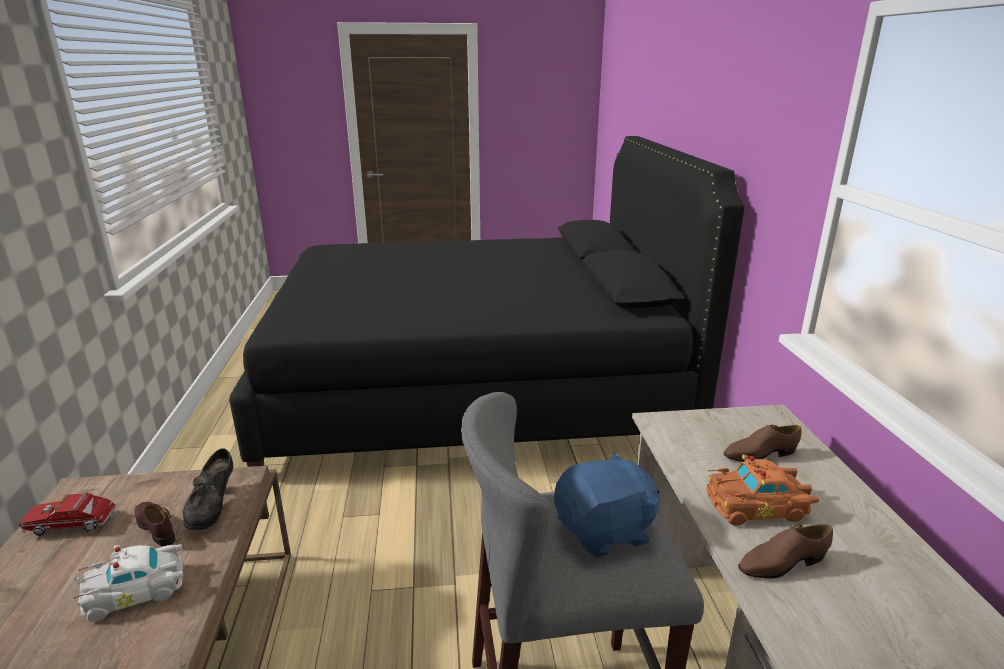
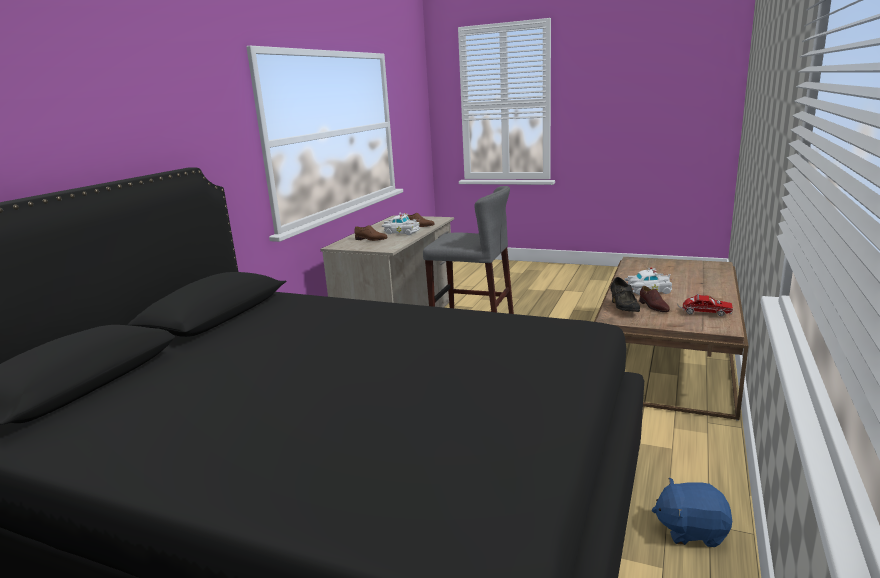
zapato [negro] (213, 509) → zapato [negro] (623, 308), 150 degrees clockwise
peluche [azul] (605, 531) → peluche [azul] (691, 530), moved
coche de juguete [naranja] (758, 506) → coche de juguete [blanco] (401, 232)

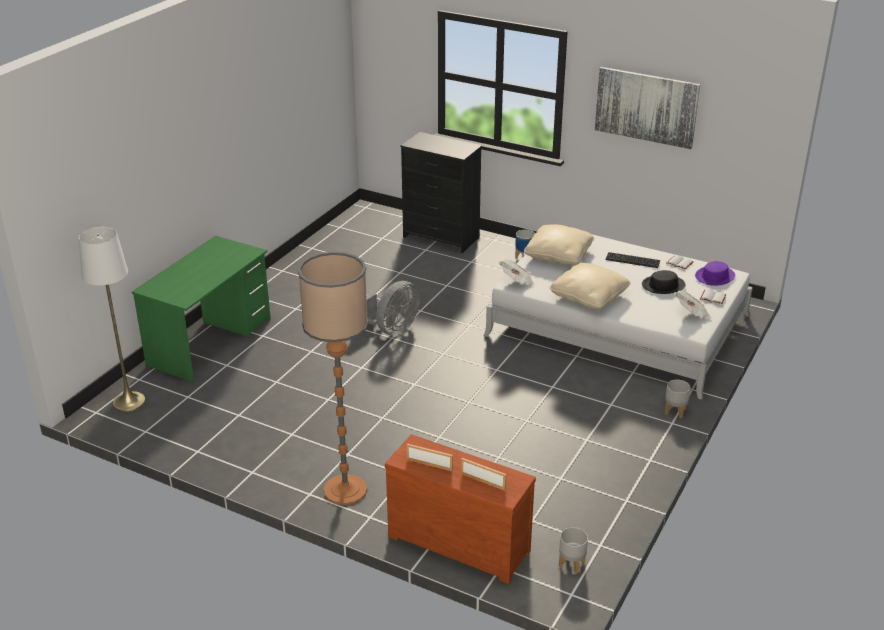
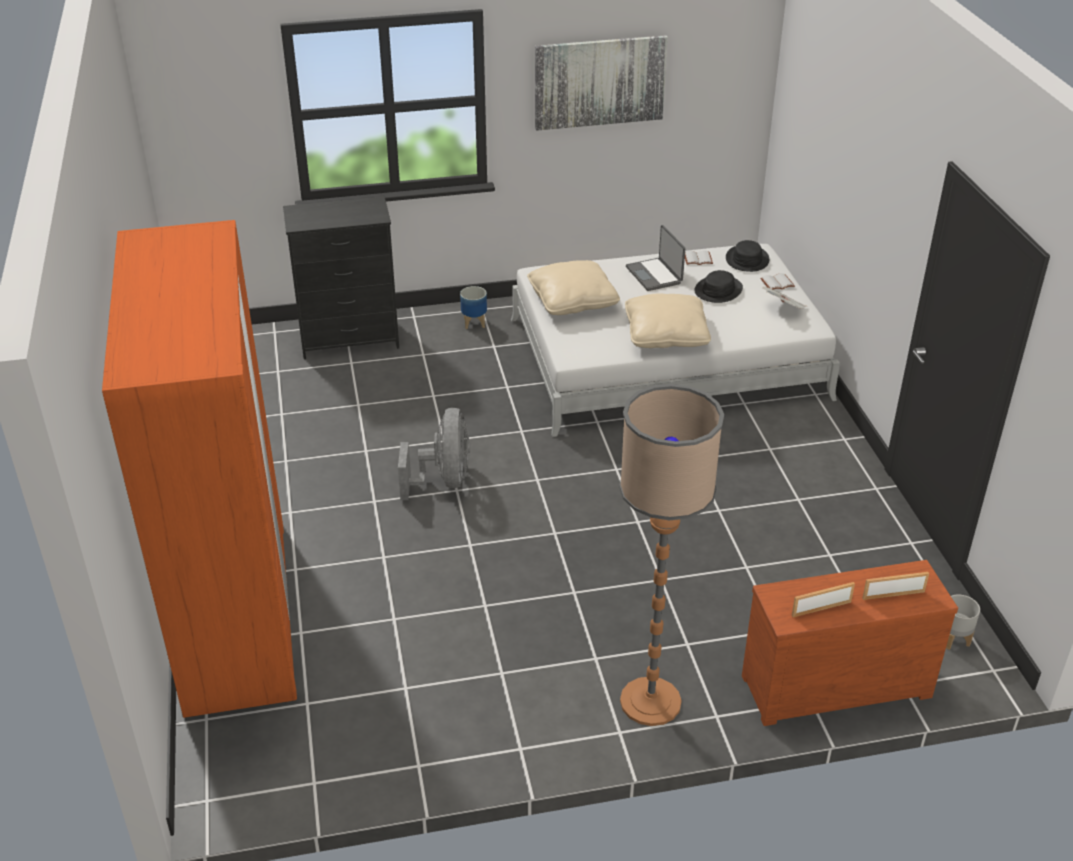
lámpara de pie [blanco] (129, 402) → -
escritorio [verde] (210, 342) → armario ropero [naranja] (237, 614)
teclado (633, 260) → portátil (655, 275)
periódico (516, 281) → -
sombrero [morado] (714, 276) → sombrero [negro] (747, 259)
maceta [gris] (675, 411) → -

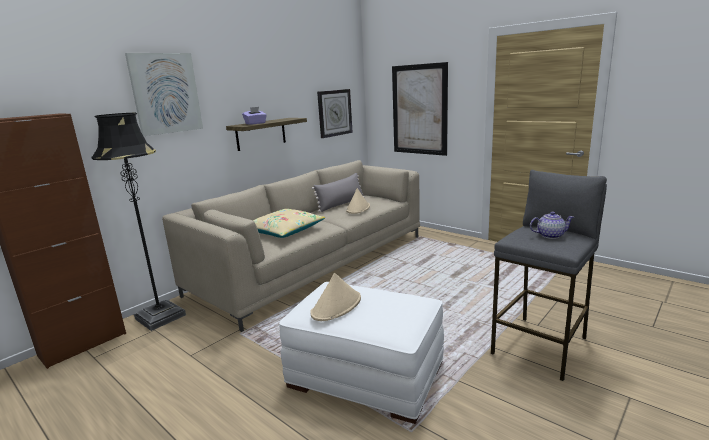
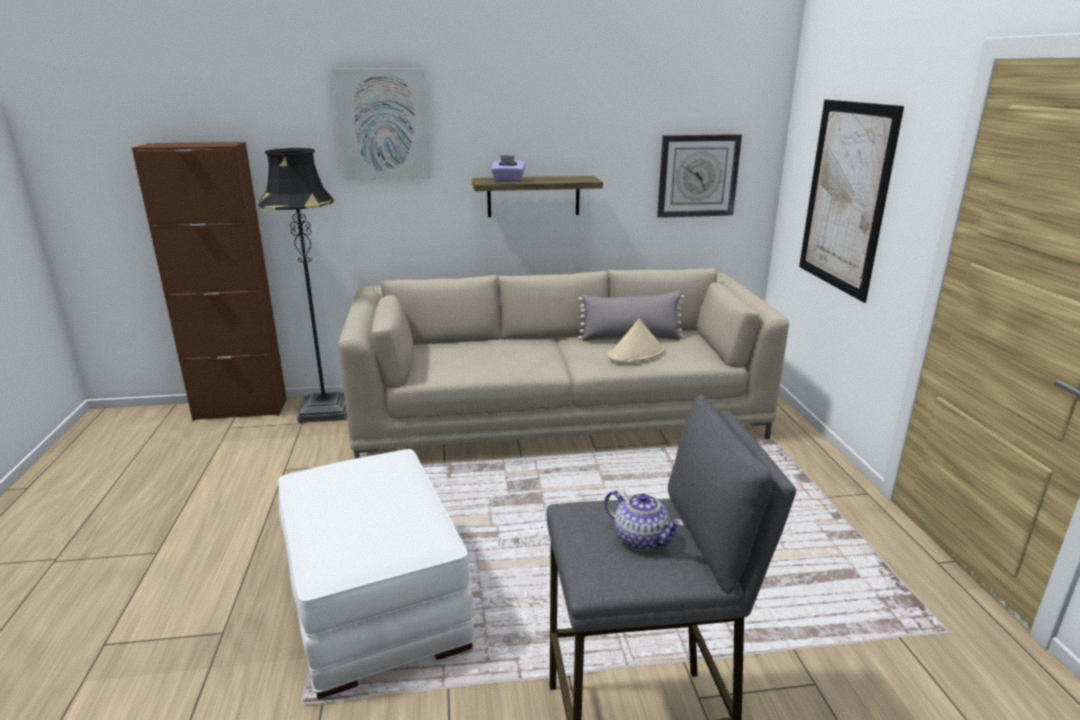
cojín [beis] (285, 231) → -
sombrero [beis] (336, 306) → -

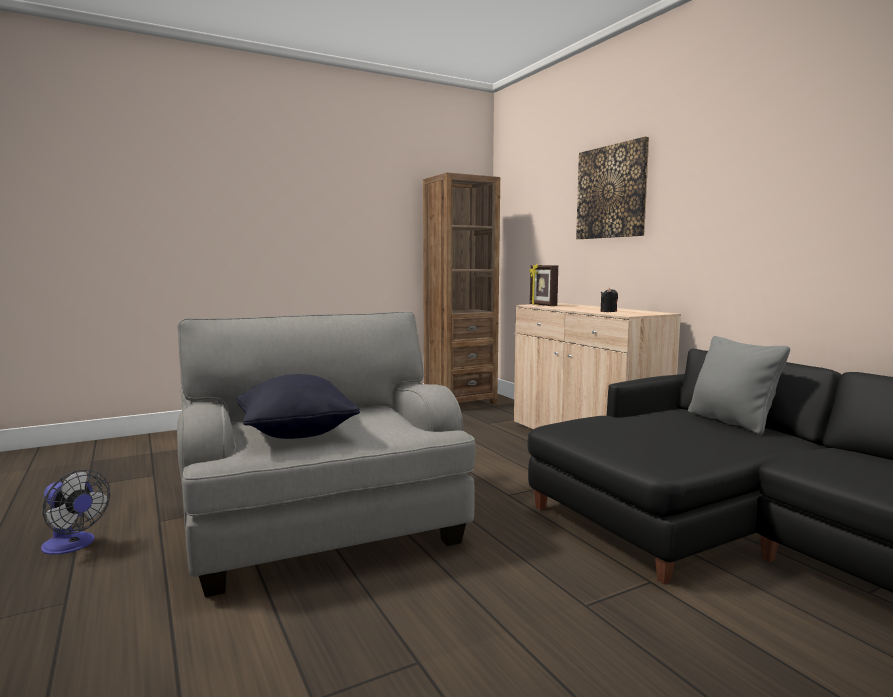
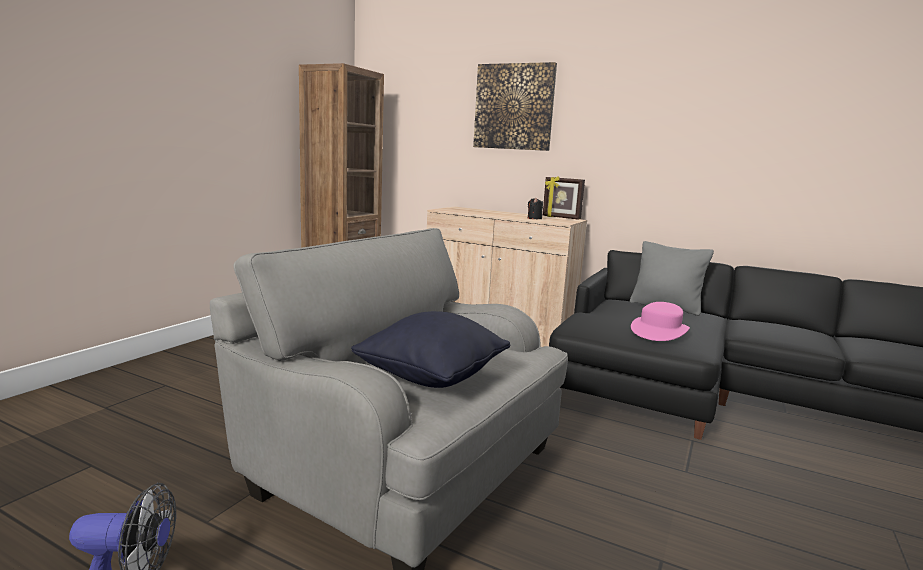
portarretratos (542, 305) → portarretratos (561, 218), moved
- → sombrero [rosa] (659, 331)

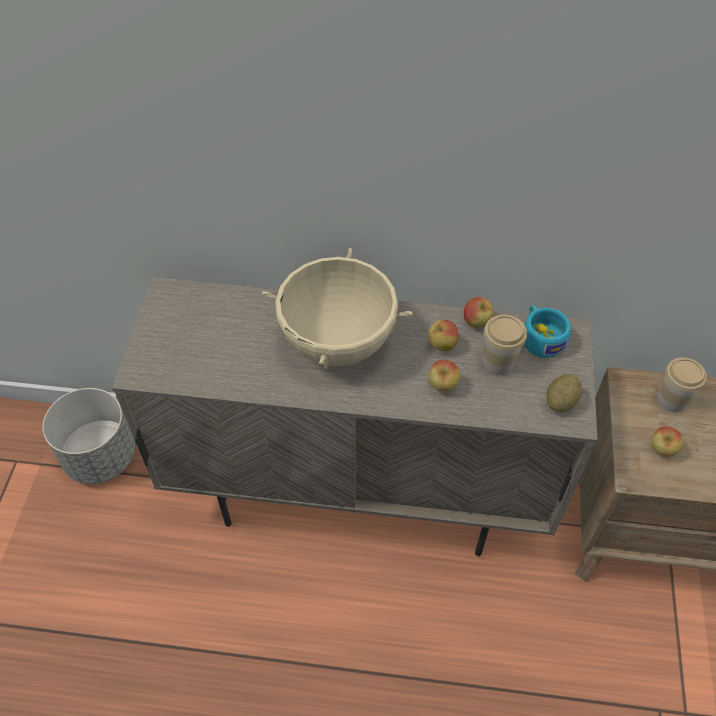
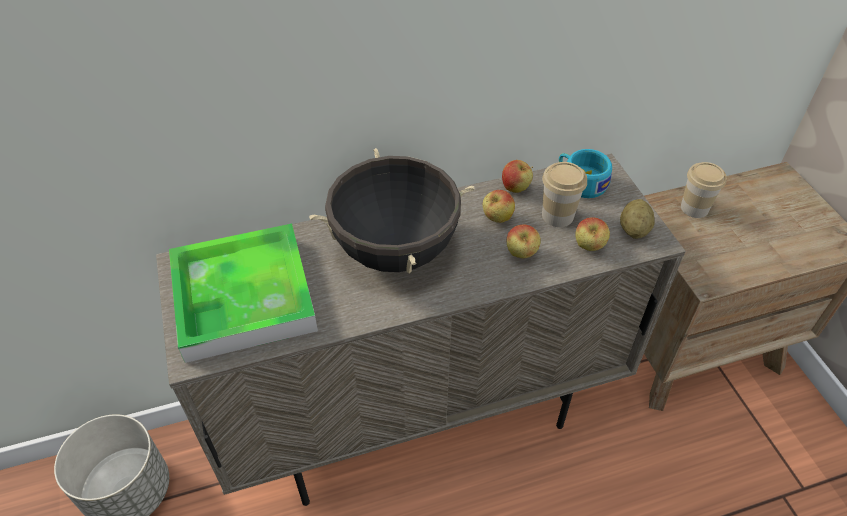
olla [beis] (337, 343) → olla [negro] (395, 251)
manzana (662, 450) → manzana (589, 247), moved
- → bandeja (243, 296)

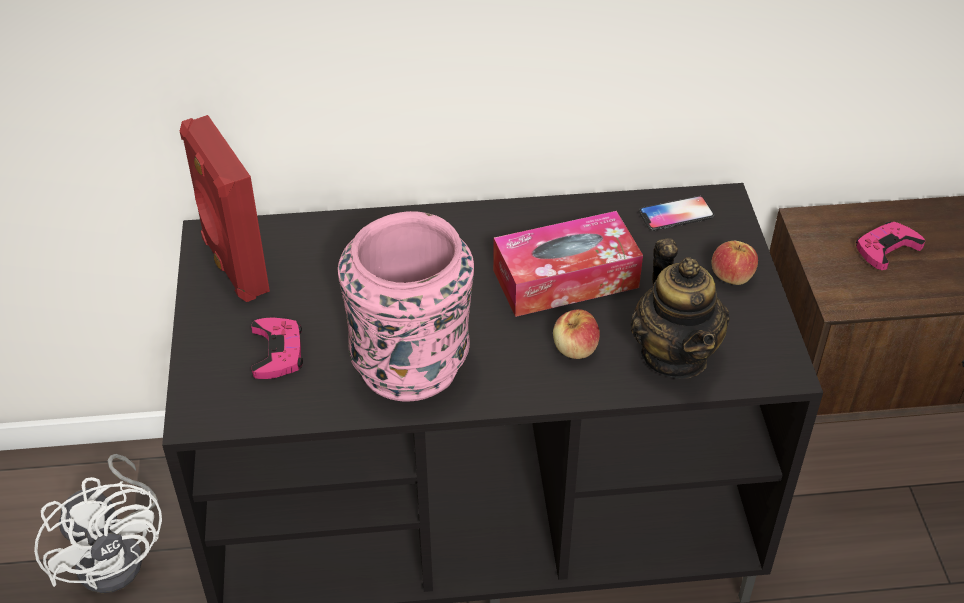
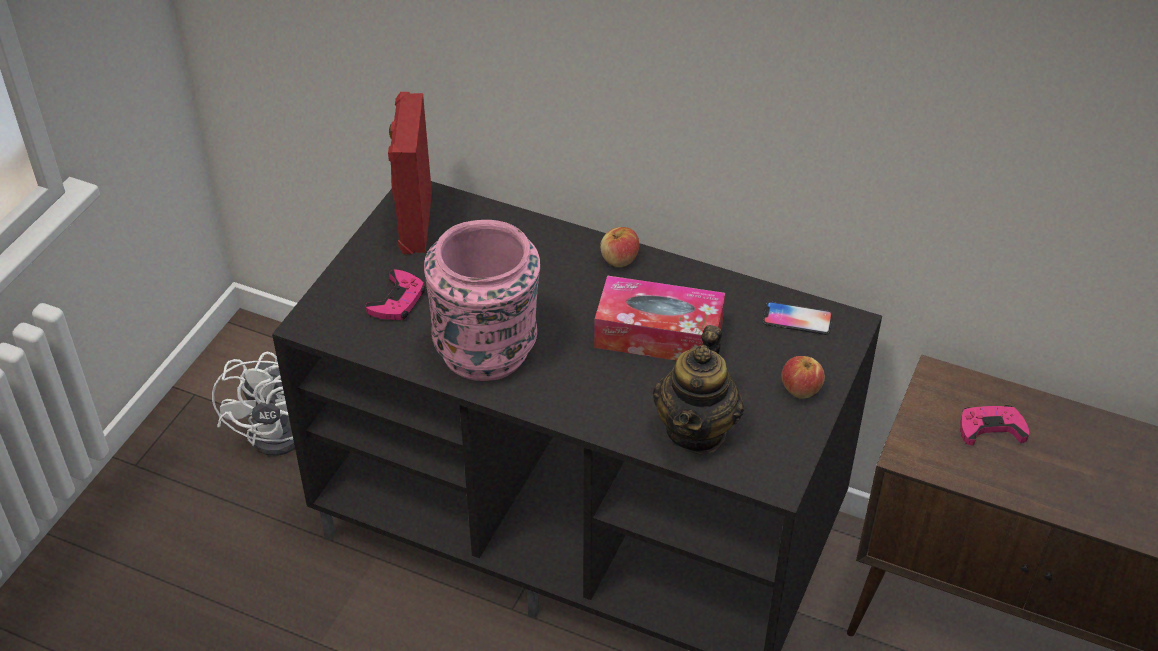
manzana (575, 348) → manzana (619, 259), moved

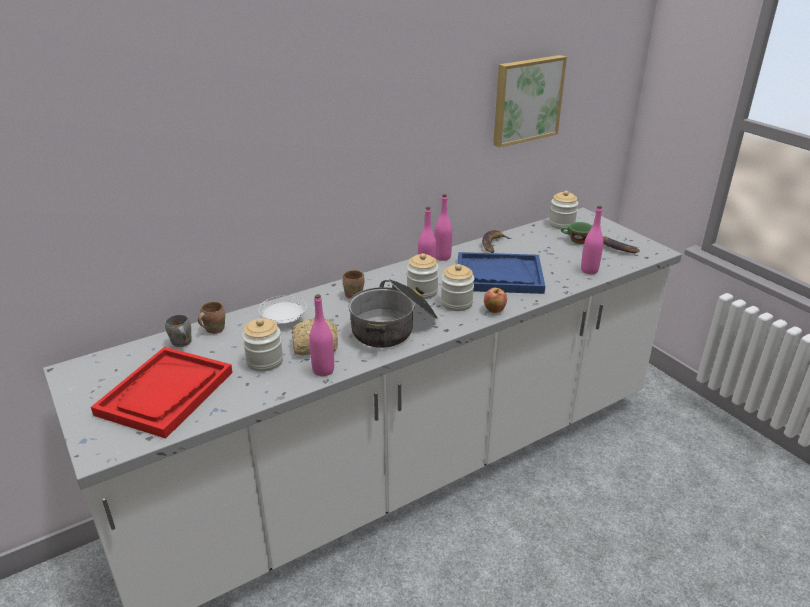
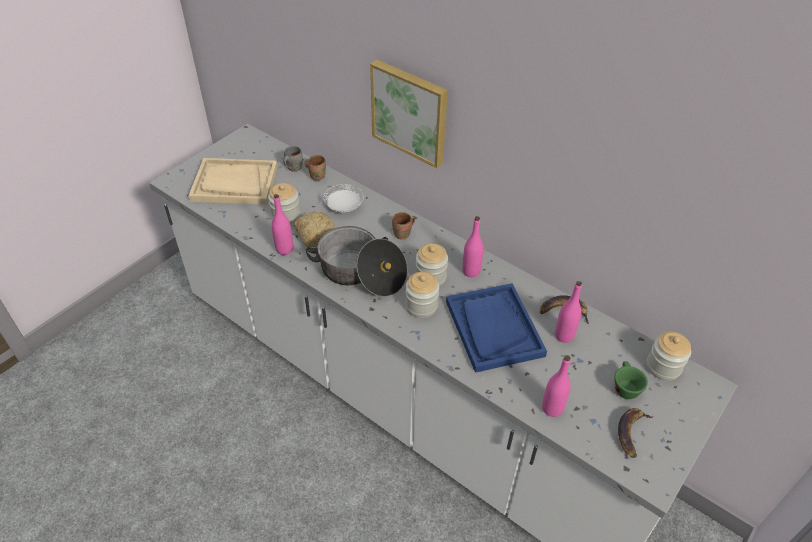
cuadro (526, 100) → cuadro (410, 112), moved
botella [rosa] (442, 257) → botella [rosa] (564, 335), moved
manzana (494, 310) → -
bandeja [rojo] (165, 393) → bandeja [beis] (234, 183)

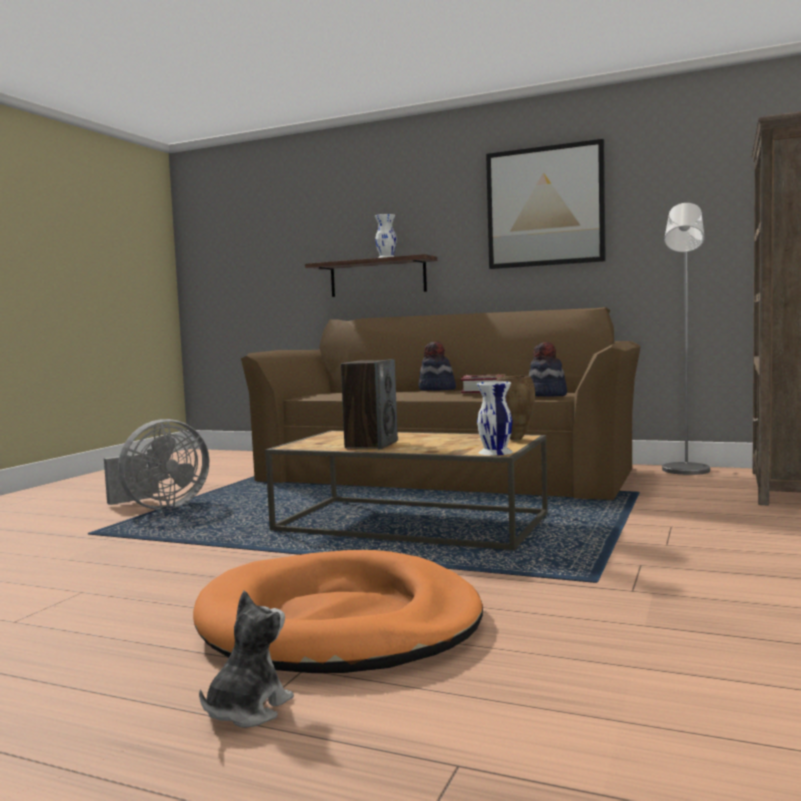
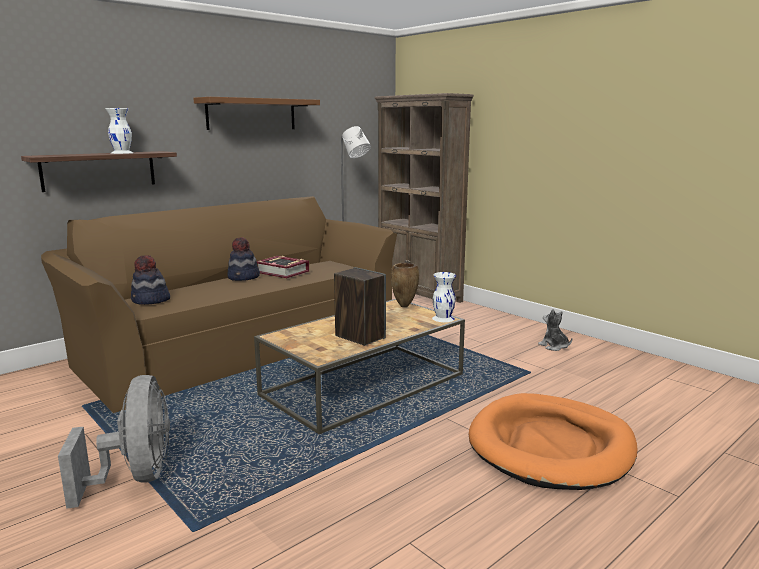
cuadro (545, 207) → estante [marrón] (251, 114)
sombrero (546, 395) → sombrero (150, 300), moved
peluche (247, 710) → peluche (554, 346), moved

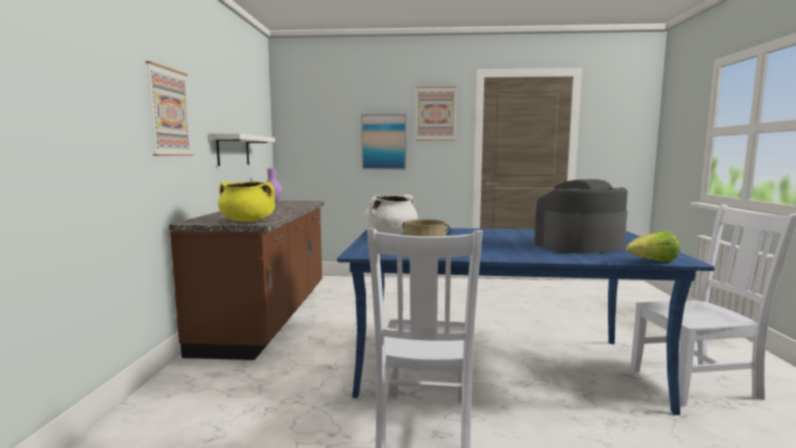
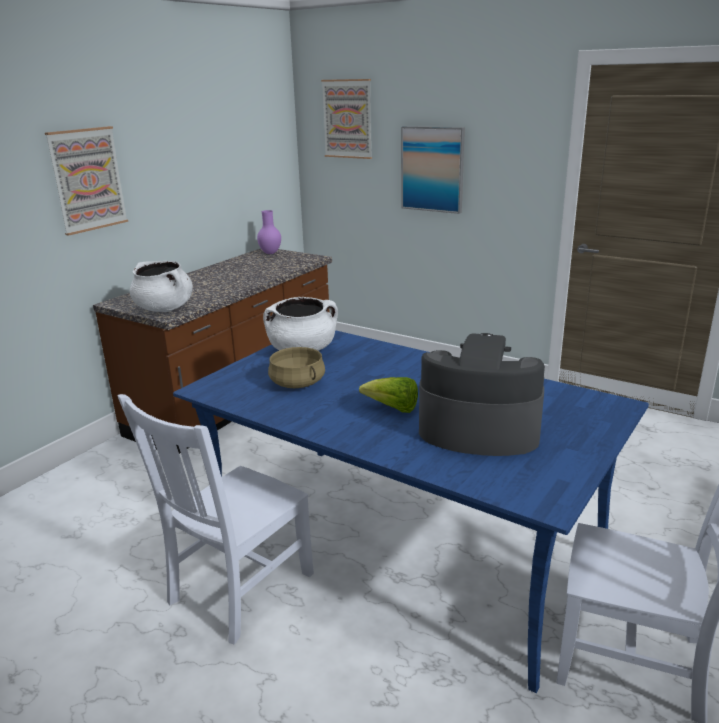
cuadro (435, 114) → cuadro (347, 119), moved
estante [blanco] (233, 150) → -
olla [amarillo] (248, 221) → olla [blanco] (165, 309)
lechuga (652, 262) → lechuga (392, 409), moved

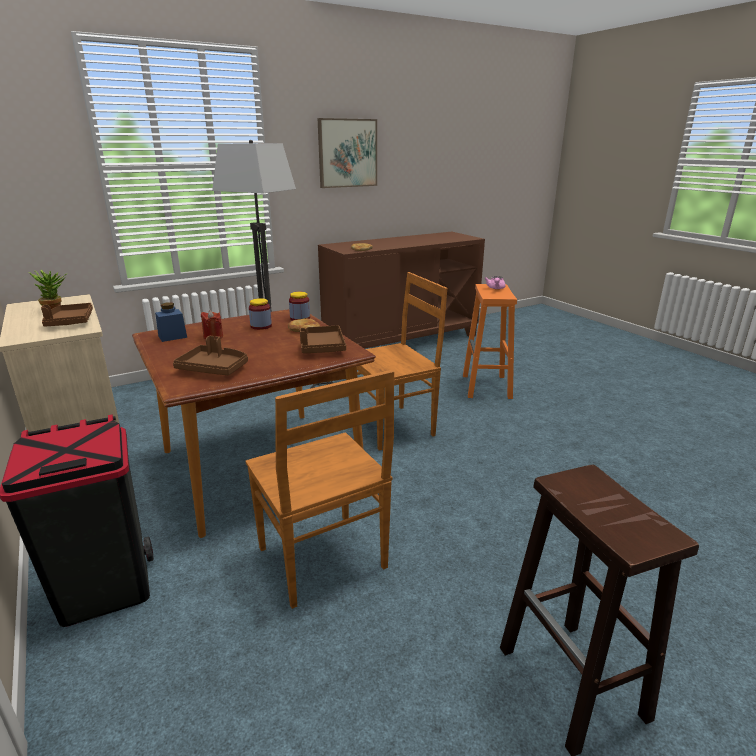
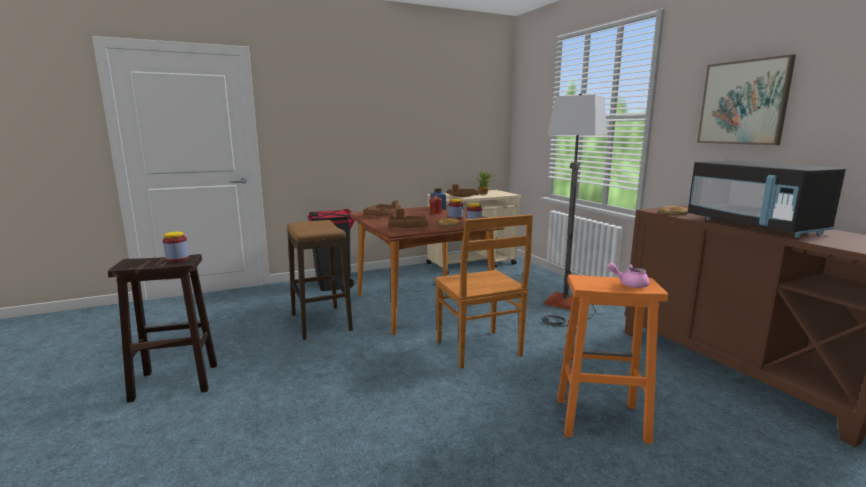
silla [marrón] (323, 560) → taburete (320, 322)
- → microondas [negro] (753, 226)
- → tarro (177, 259)

